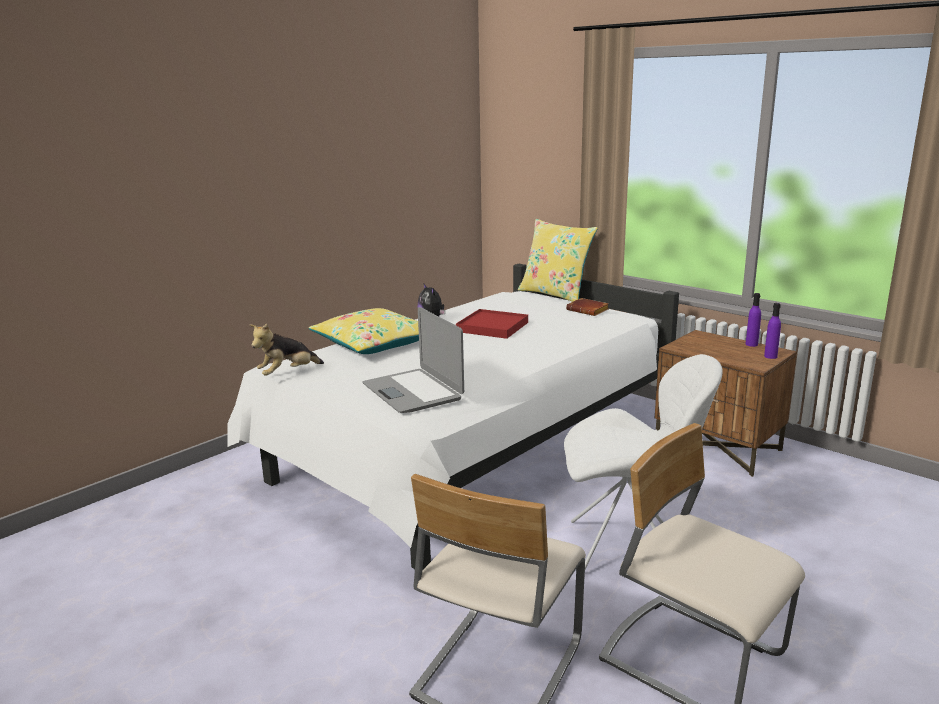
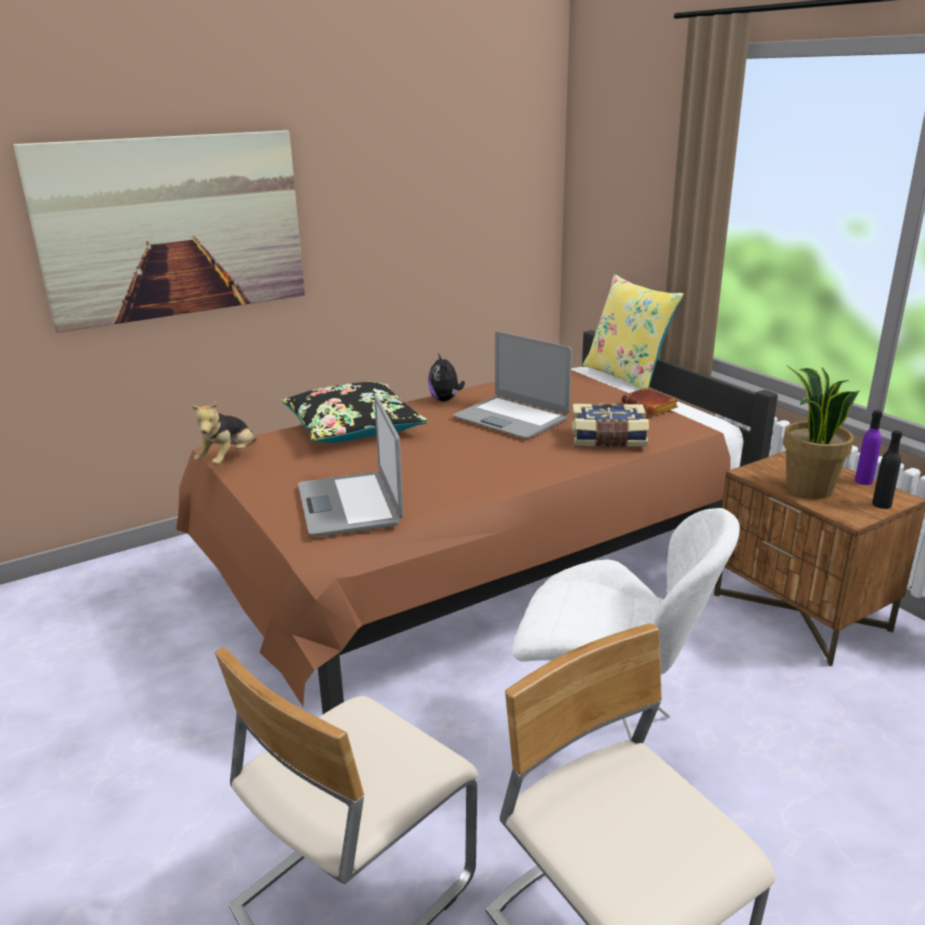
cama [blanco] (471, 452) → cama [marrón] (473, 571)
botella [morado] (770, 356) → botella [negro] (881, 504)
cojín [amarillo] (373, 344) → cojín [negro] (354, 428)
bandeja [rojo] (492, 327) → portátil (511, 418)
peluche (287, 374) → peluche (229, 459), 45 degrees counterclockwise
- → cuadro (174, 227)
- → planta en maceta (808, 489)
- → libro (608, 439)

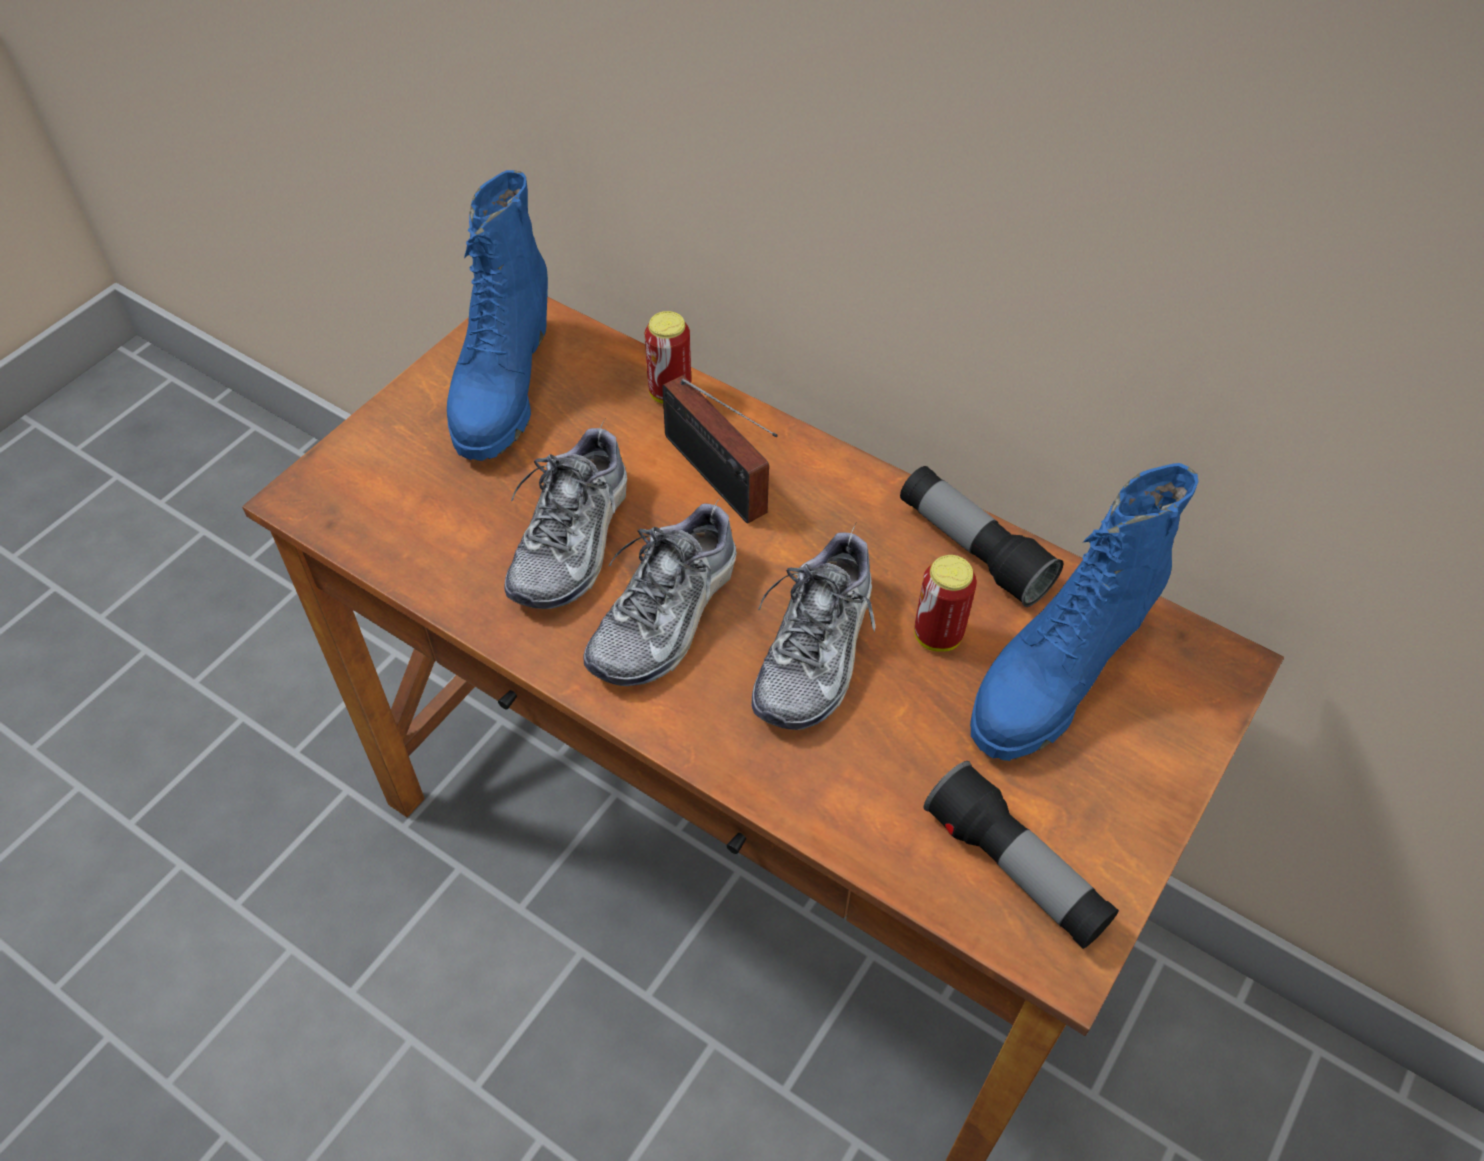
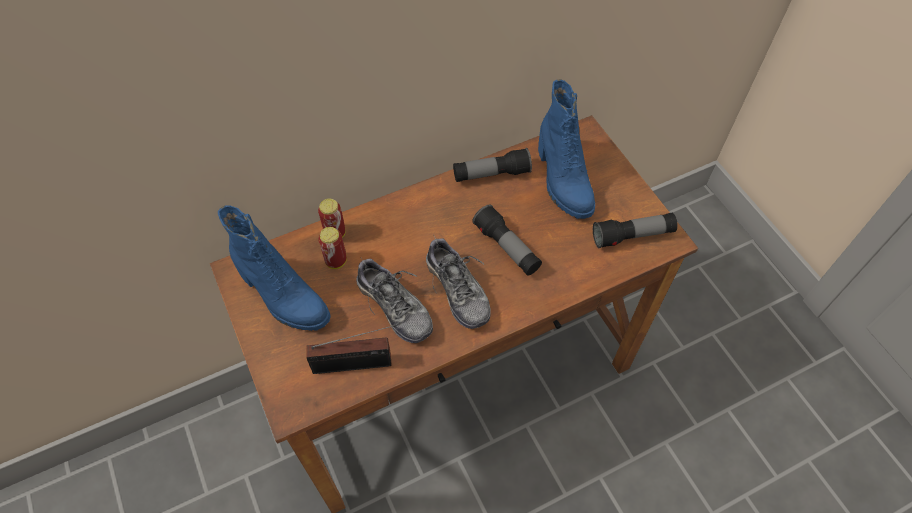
radio (718, 480) → radio (357, 364), moved
zapato (816, 650) → linterna (506, 248)
lata (937, 636) → lata (336, 261), moved

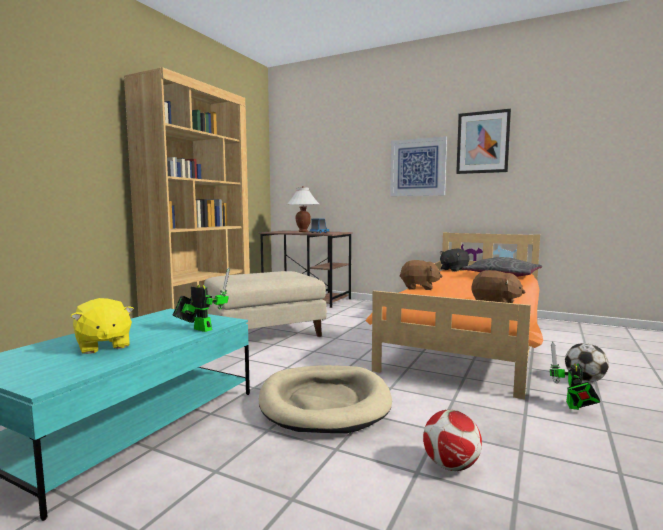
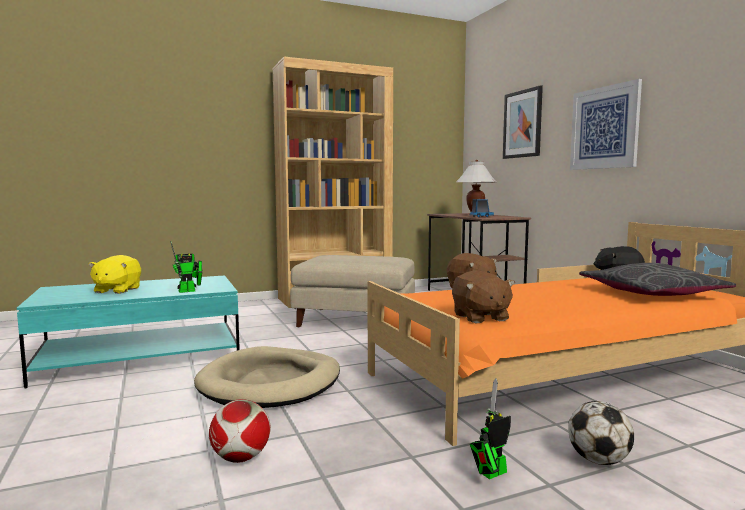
cuadro (483, 142) → cuadro (522, 124), moved
robot de juguete (200, 329) → robot de juguete (189, 291), 75 degrees clockwise

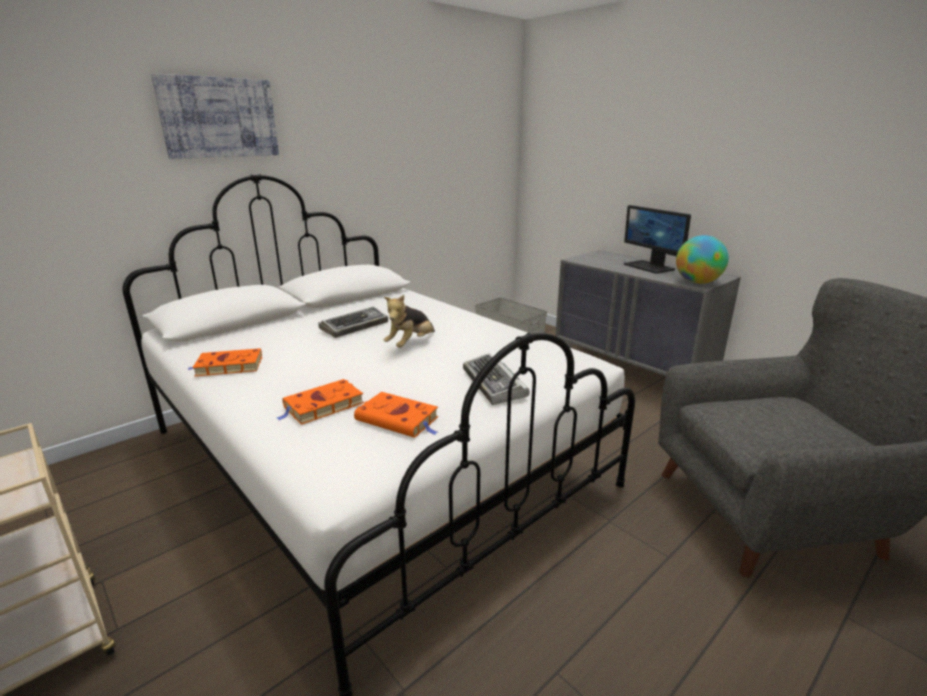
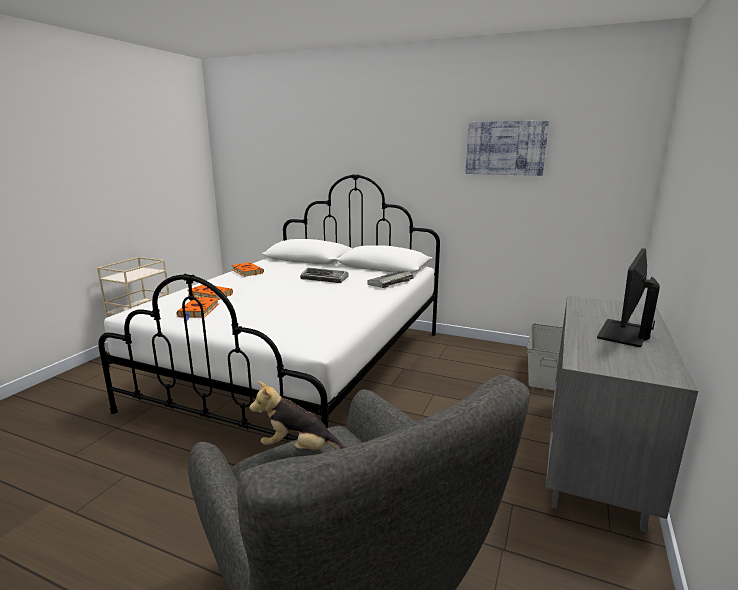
cuadro (219, 118) → cuadro (505, 148), moved
globo terráqueo (697, 282) → -
peluche (411, 344) → peluche (300, 449), moved
teclado (494, 384) → teclado (390, 283), moved

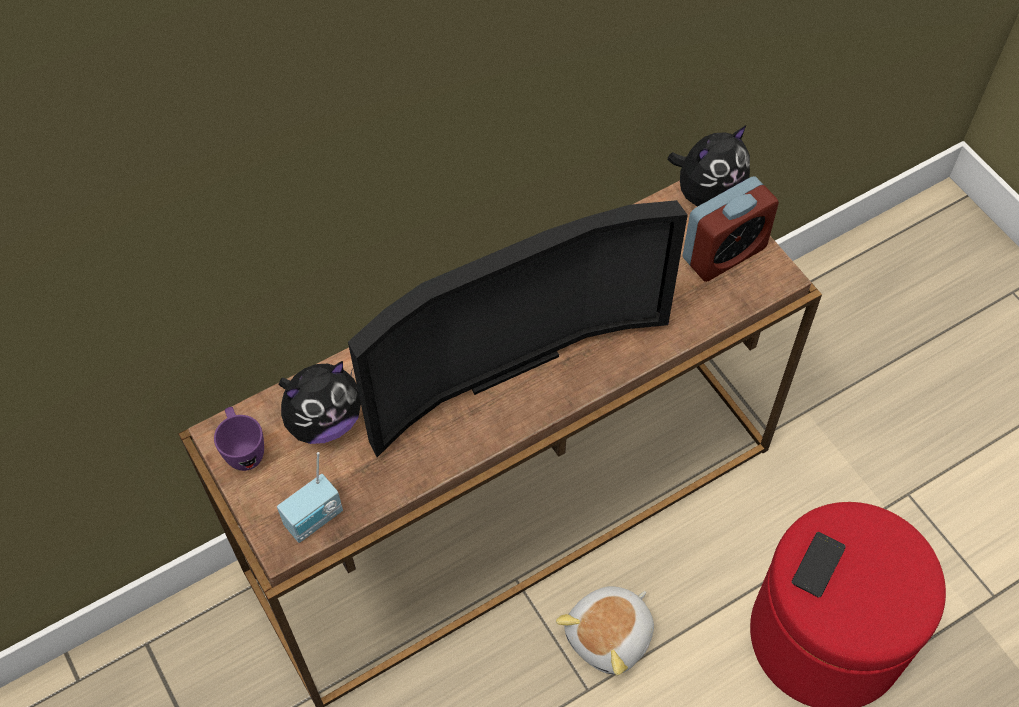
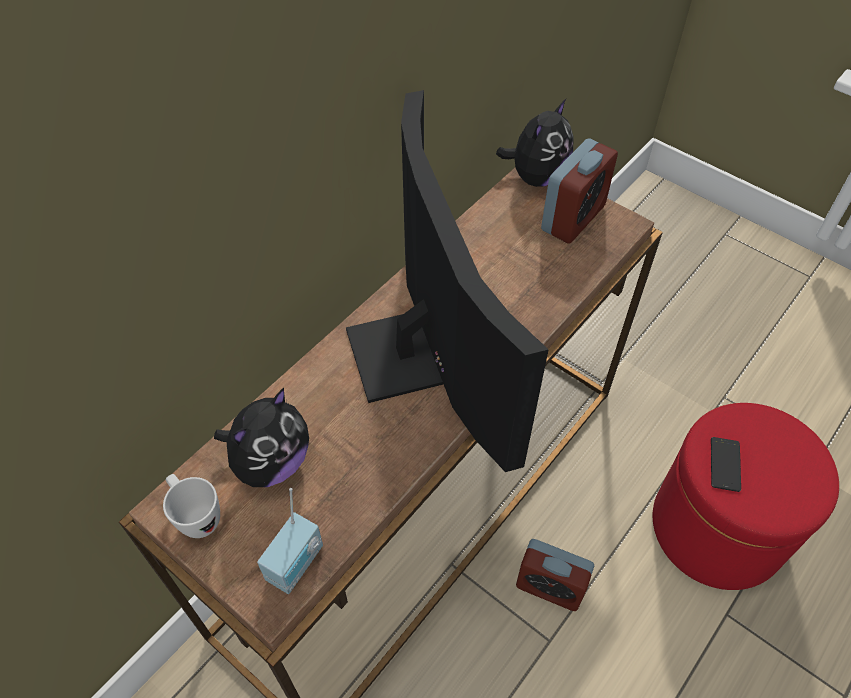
televisor (502, 355) → televisor (420, 351), 60 degrees counterclockwise
taza grande [morado] (243, 450) → taza grande [blanco] (196, 516)
peluche (611, 636) → despertador (549, 587)

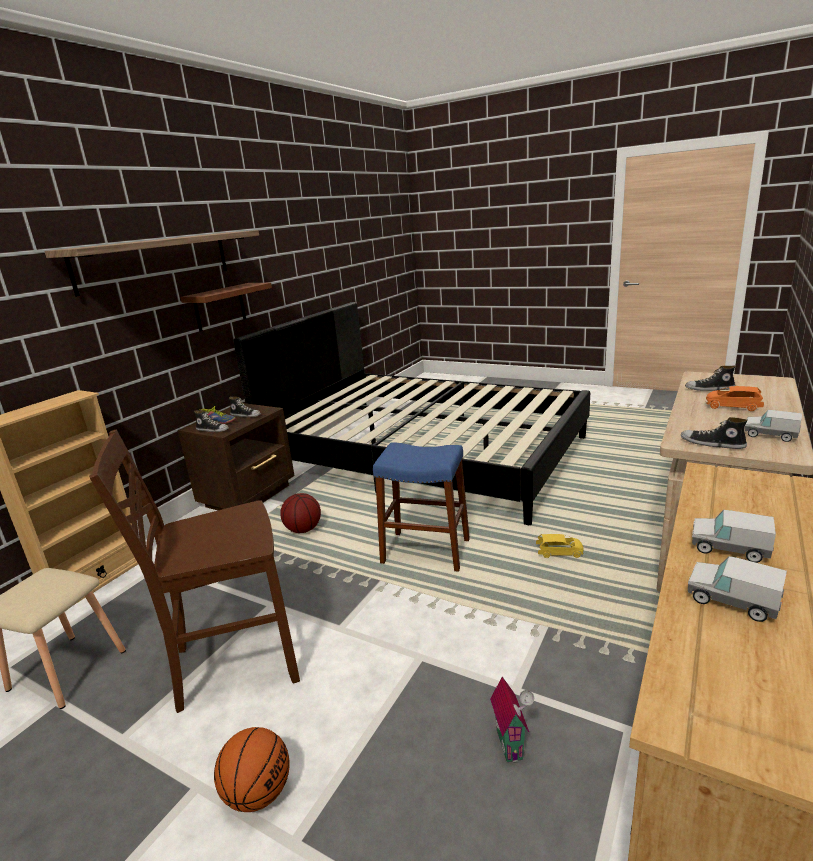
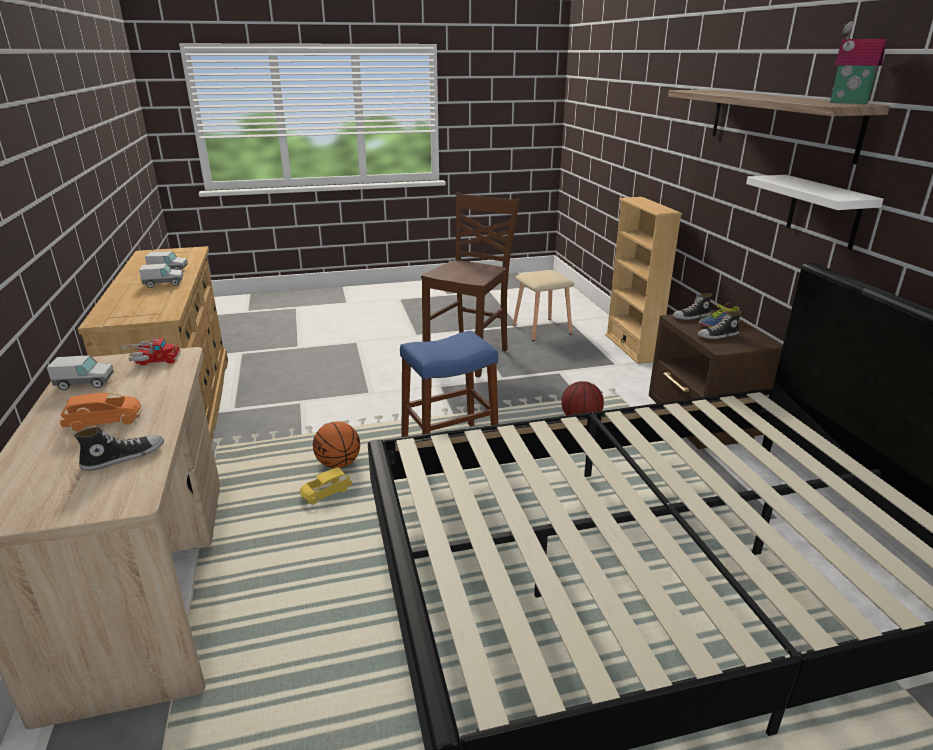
estante [marrón] (219, 307) → estante [blanco] (824, 212)
zapato (712, 444) → camión de juguete (151, 359)
casita (512, 744) → casita (847, 103), moved
balón de baloncesto (259, 793) → balón de baloncesto (338, 464), moved

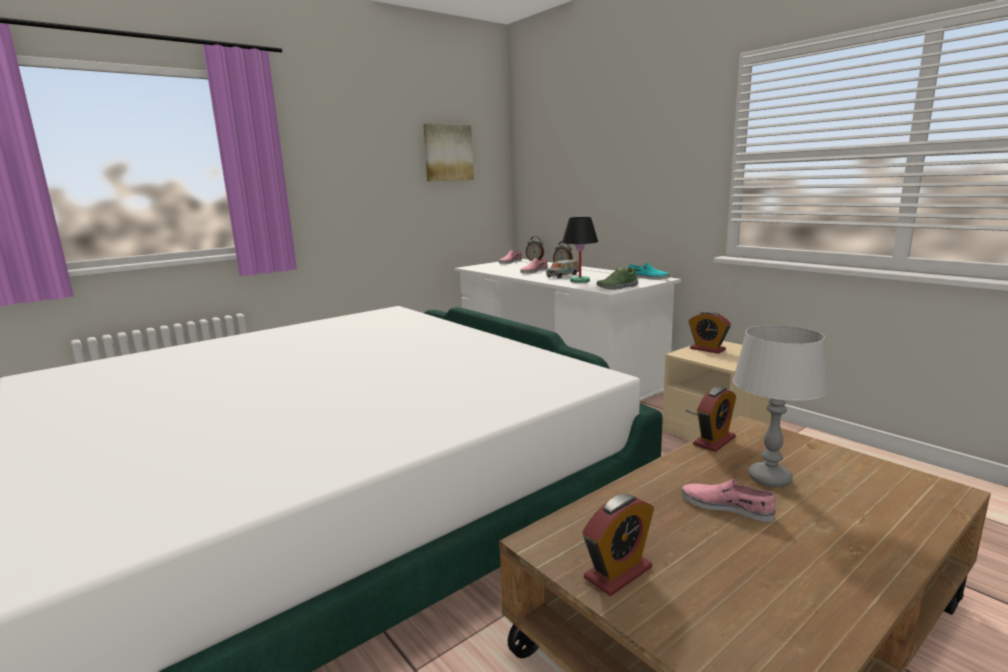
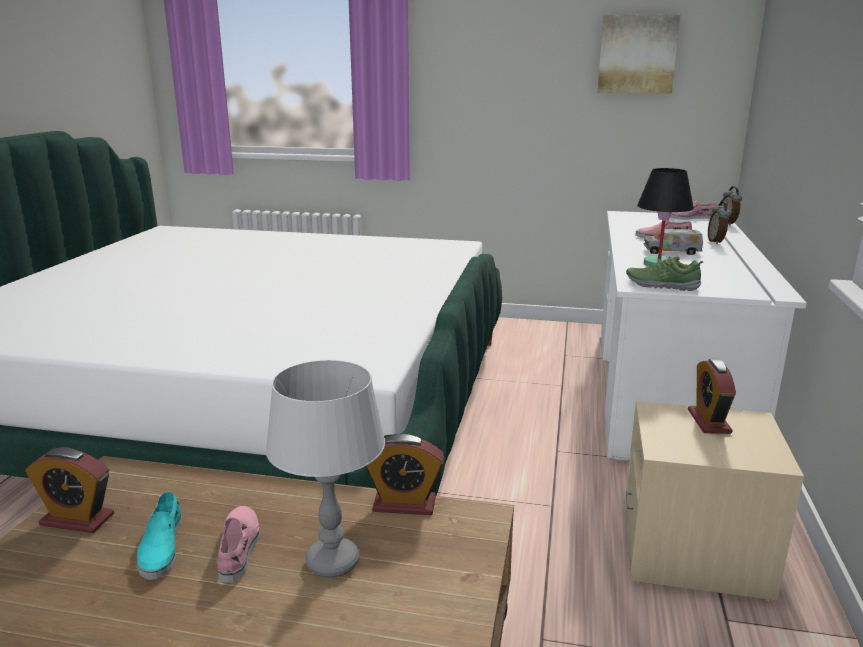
zapato [turquesa] (647, 278) → zapato [turquesa] (161, 547), moved

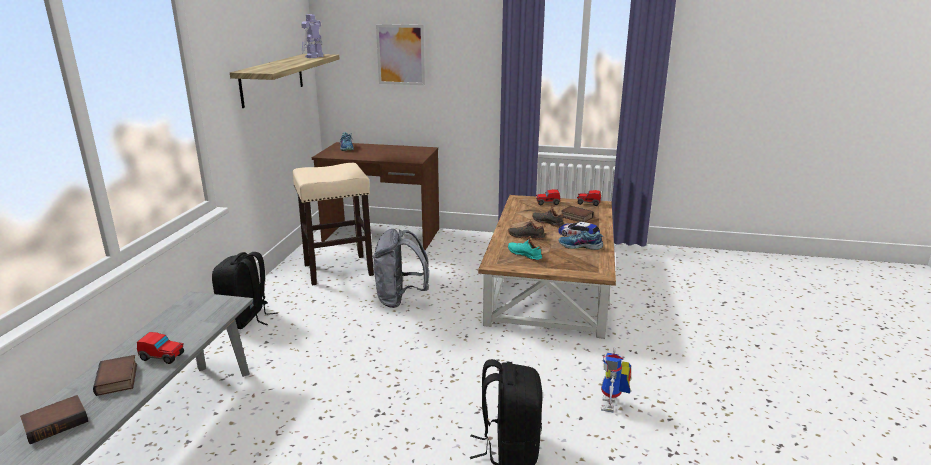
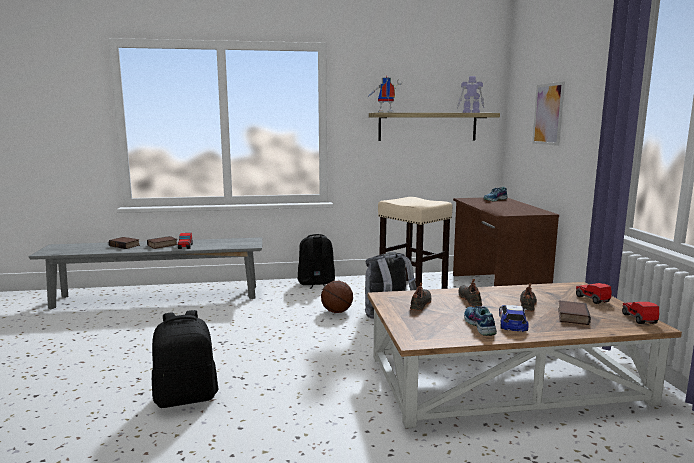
zapato [turquesa] (525, 254) → zapato [negro] (421, 304)
robot de juguete (612, 406) → robot de juguete (384, 112), moved
- → balón de baloncesto (337, 311)

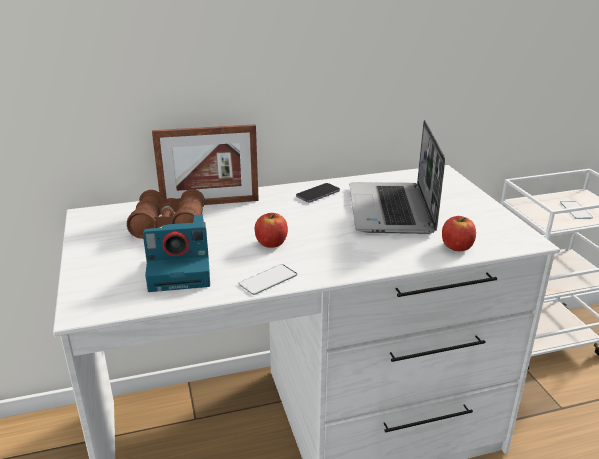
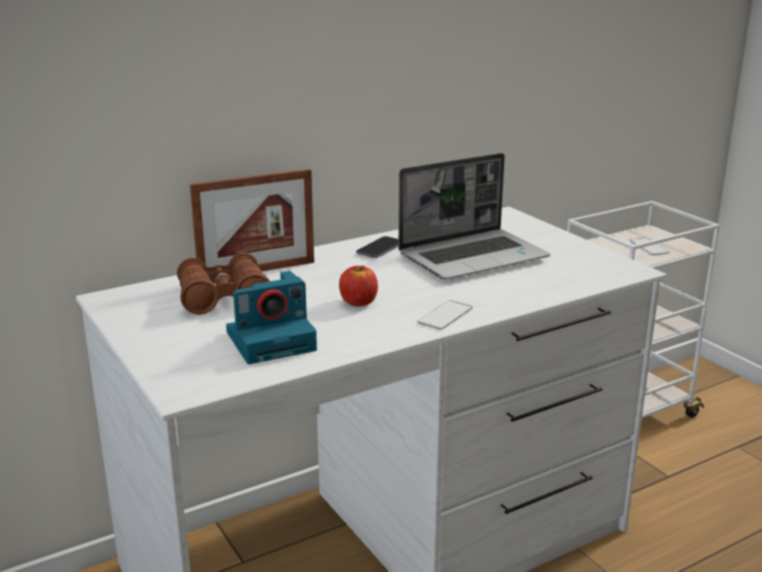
portátil (392, 210) → portátil (474, 256), 105 degrees counterclockwise
manzana (456, 246) → -
móvil (268, 280) → móvil (445, 315), moved

